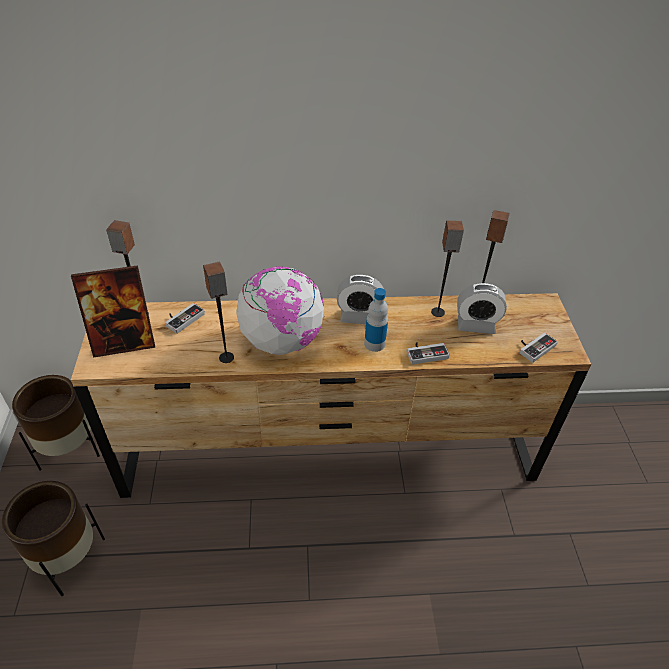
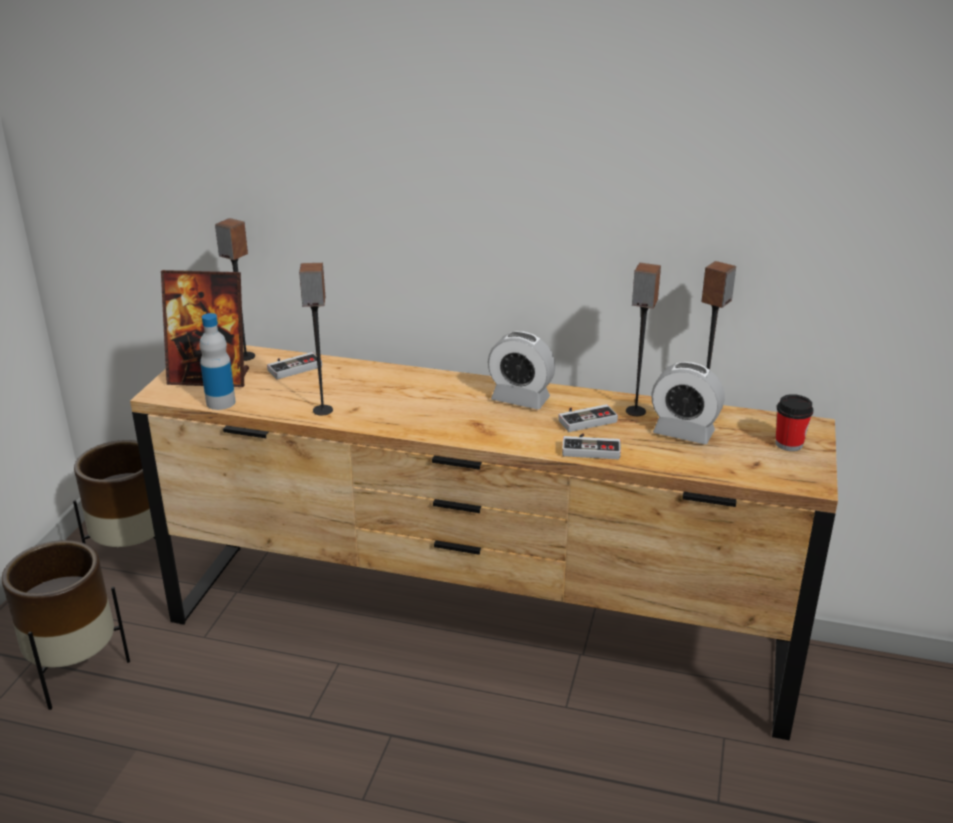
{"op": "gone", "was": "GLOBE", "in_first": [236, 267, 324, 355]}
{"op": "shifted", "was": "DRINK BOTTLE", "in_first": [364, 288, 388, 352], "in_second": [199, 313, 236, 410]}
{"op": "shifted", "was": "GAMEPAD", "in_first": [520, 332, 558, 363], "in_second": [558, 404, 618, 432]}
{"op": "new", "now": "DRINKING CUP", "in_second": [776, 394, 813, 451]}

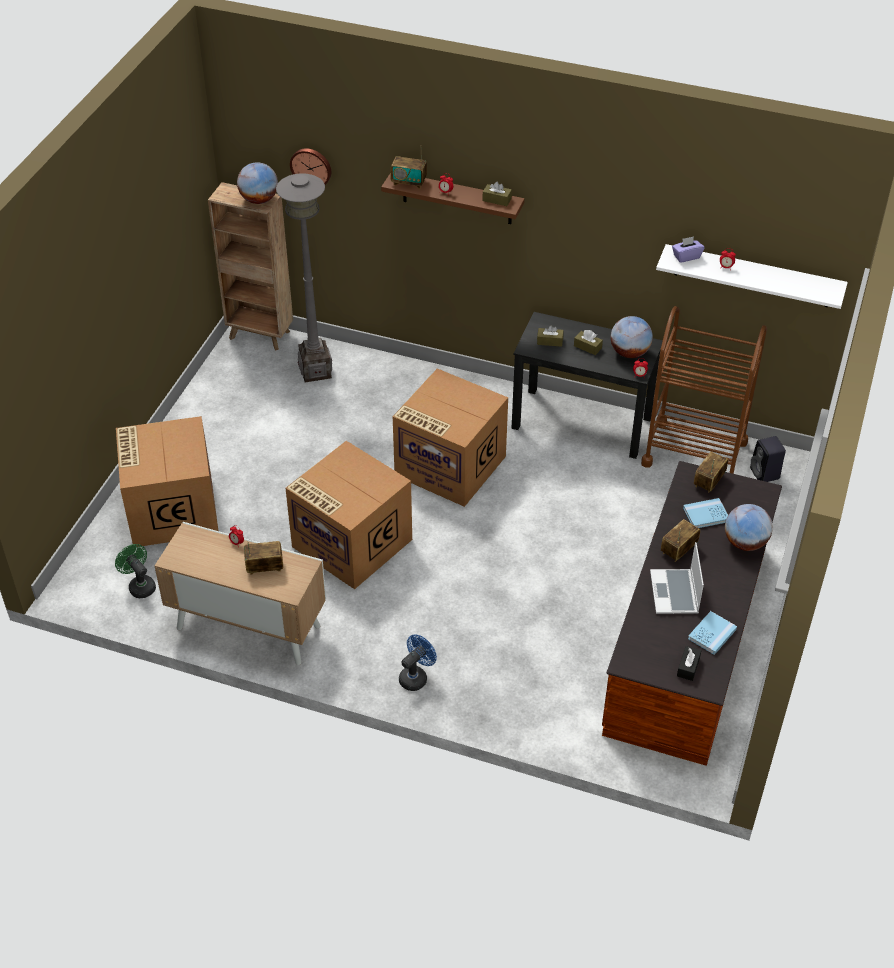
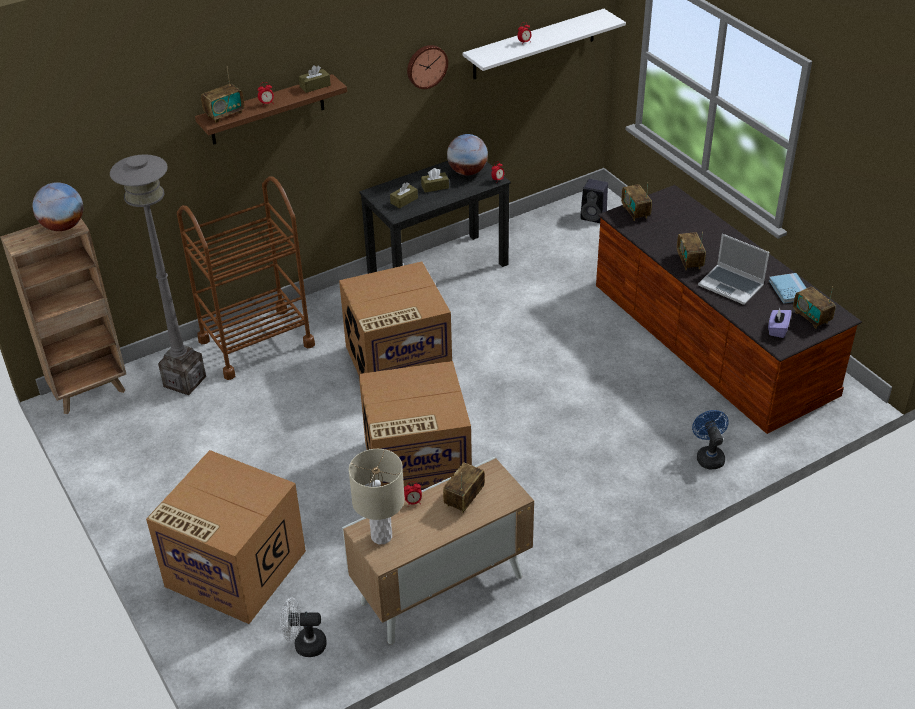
{"op": "shifted", "was": "WALL CLOCK", "in_first": [290, 148, 331, 185], "in_second": [407, 45, 448, 89]}
{"op": "shifted", "was": "PURPLISH TISSUE HOLDER", "in_first": [672, 236, 704, 263], "in_second": [768, 308, 791, 338]}
{"op": "shifted", "was": "BROWNISH CART", "in_first": [641, 306, 767, 474], "in_second": [177, 176, 315, 380]}
{"op": "gone", "was": "BLUE-COLOURED VOLUME", "in_first": [683, 498, 728, 528]}
{"op": "gone", "was": "GLOBE", "in_first": [725, 504, 773, 551]}
{"op": "repainted", "was": "GREEN-COLOURED ELECTRIC FAN", "now": "WHITE ELECTRIC FAN", "in_first": [115, 544, 156, 598], "in_second": [280, 598, 327, 657]}
{"op": "shifted", "was": "BLUE-COLOURED ELECTRIC FAN", "in_first": [399, 635, 437, 691], "in_second": [692, 410, 729, 469]}
{"op": "swapped", "was": "BLACKISH TISSUE HOLDER", "now": "RADIO", "in_first": [677, 646, 702, 681], "in_second": [793, 286, 836, 329]}
{"op": "new", "now": "SAND-COLOURED LAMP FOR A TABLE", "in_second": [349, 449, 405, 545]}

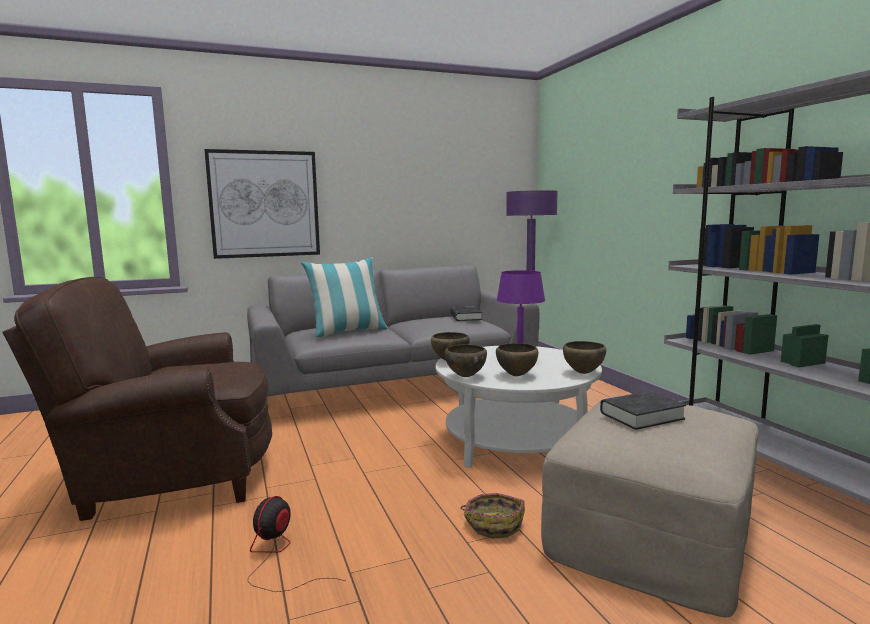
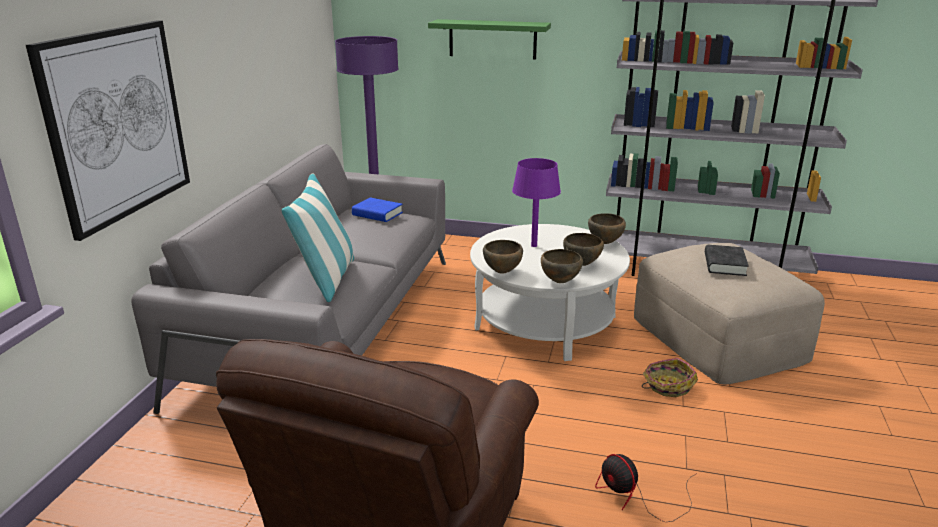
{"op": "repainted", "was": "BLACKISH VOLUME", "now": "BLUE-COLOURED VOLUME", "in_first": [450, 307, 482, 321], "in_second": [352, 197, 403, 222]}
{"op": "new", "now": "GREEN-COLOURED WALL SHELF", "in_second": [428, 19, 551, 60]}

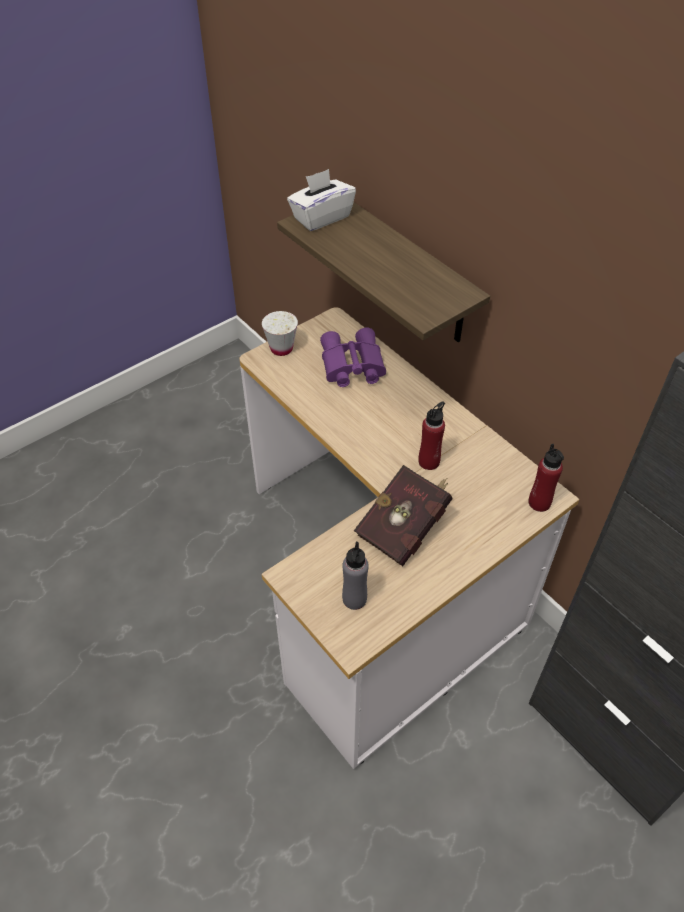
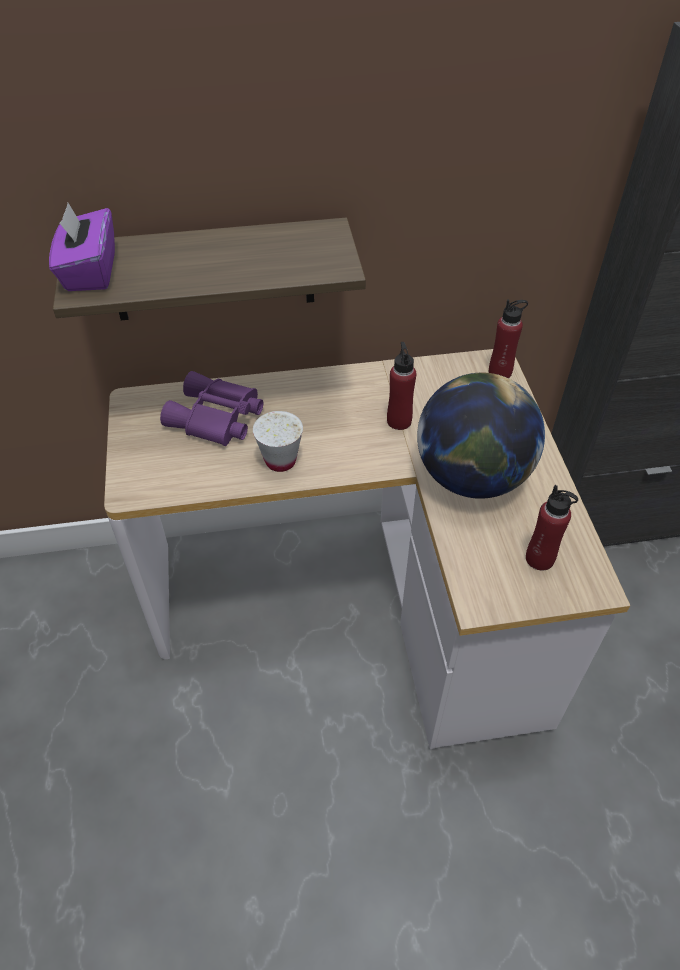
{"op": "repainted", "was": "WHITE TISSUE HOLDER", "now": "PURPLISH TISSUE HOLDER", "in_first": [287, 169, 356, 231], "in_second": [49, 203, 115, 291]}
{"op": "shifted", "was": "WHITE DRINKING CUP", "in_first": [262, 311, 298, 356], "in_second": [253, 411, 303, 472]}
{"op": "swapped", "was": "REDDISH VOLUME", "now": "GLOBE", "in_first": [354, 465, 452, 566], "in_second": [417, 373, 545, 499]}
{"op": "repainted", "was": "GRAY DRINK BOTTLE", "now": "REDDISH DRINK BOTTLE", "in_first": [342, 542, 369, 610], "in_second": [526, 485, 578, 571]}

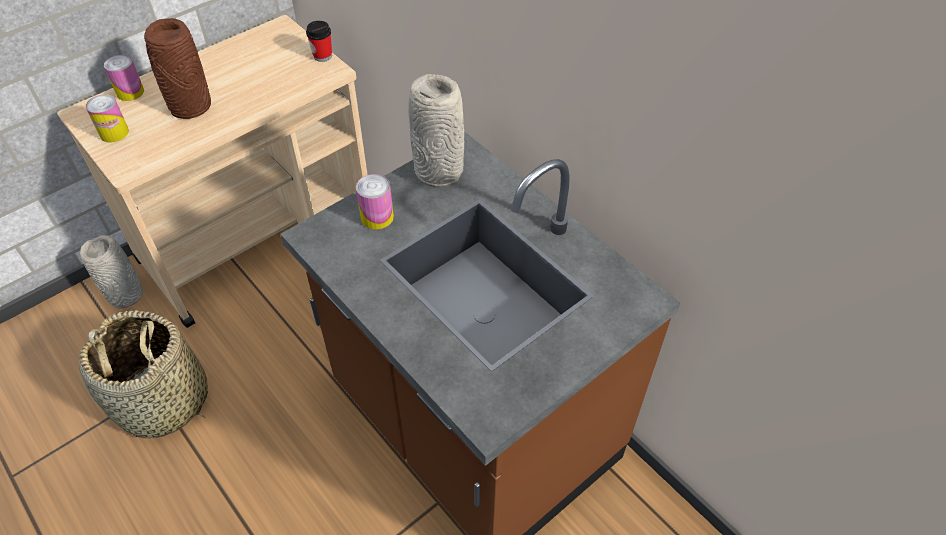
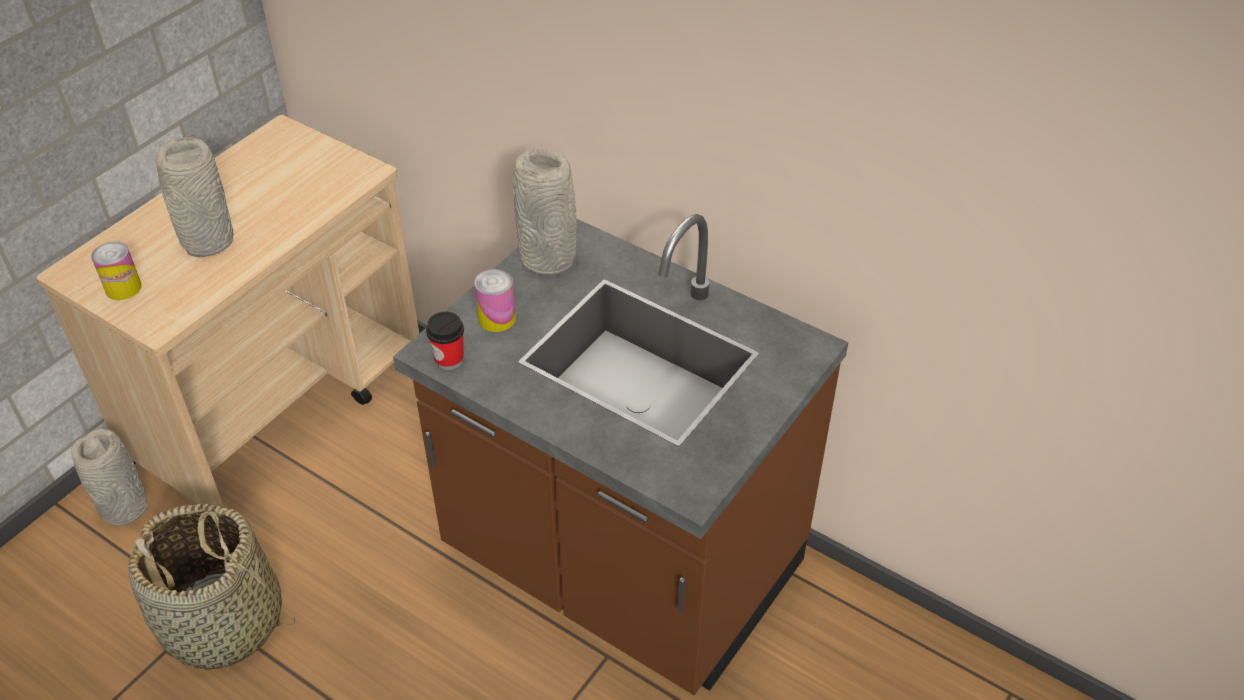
{"op": "repainted", "was": "BROWNISH DECORATIVE VASE", "now": "GRAY DECORATIVE VASE", "in_first": [144, 18, 211, 119], "in_second": [155, 137, 233, 257]}
{"op": "shifted", "was": "DRINKING CUP", "in_first": [306, 21, 332, 62], "in_second": [426, 312, 464, 370]}
{"op": "gone", "was": "METAL CAN", "in_first": [104, 55, 144, 101]}

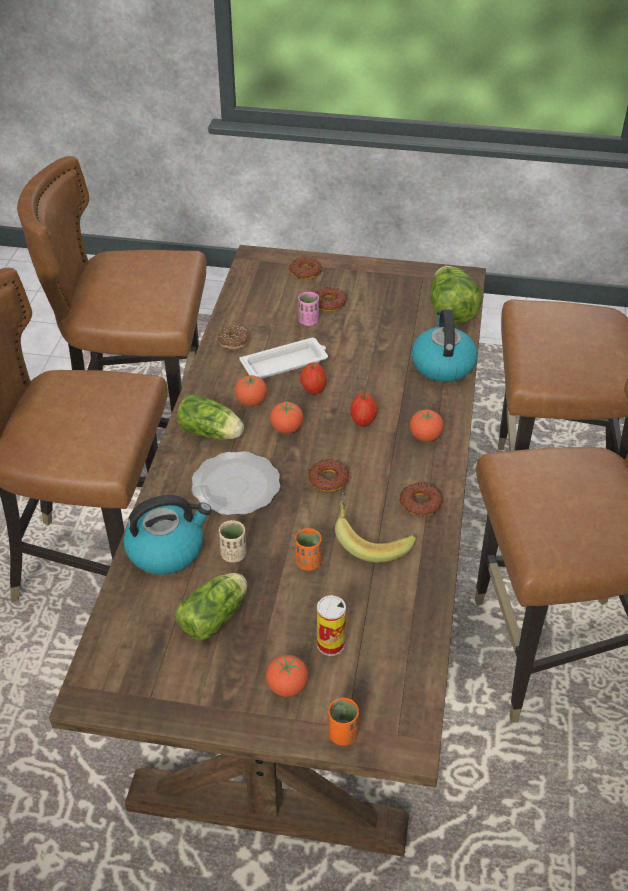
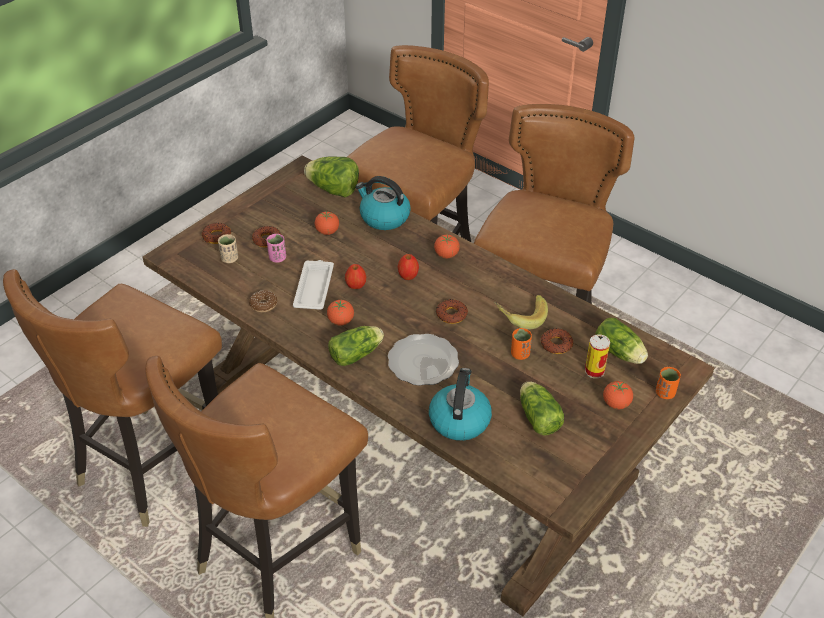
{"op": "shifted", "was": "FRESH TOMATO", "in_first": [270, 401, 303, 434], "in_second": [315, 212, 339, 235]}
{"op": "shifted", "was": "DOUGHNUT", "in_first": [399, 482, 443, 516], "in_second": [541, 328, 573, 354]}
{"op": "shifted", "was": "SAND-COLOURED DRINKING CUP", "in_first": [219, 520, 246, 563], "in_second": [218, 234, 238, 263]}
{"op": "new", "now": "LETTUCE", "in_second": [595, 318, 648, 364]}

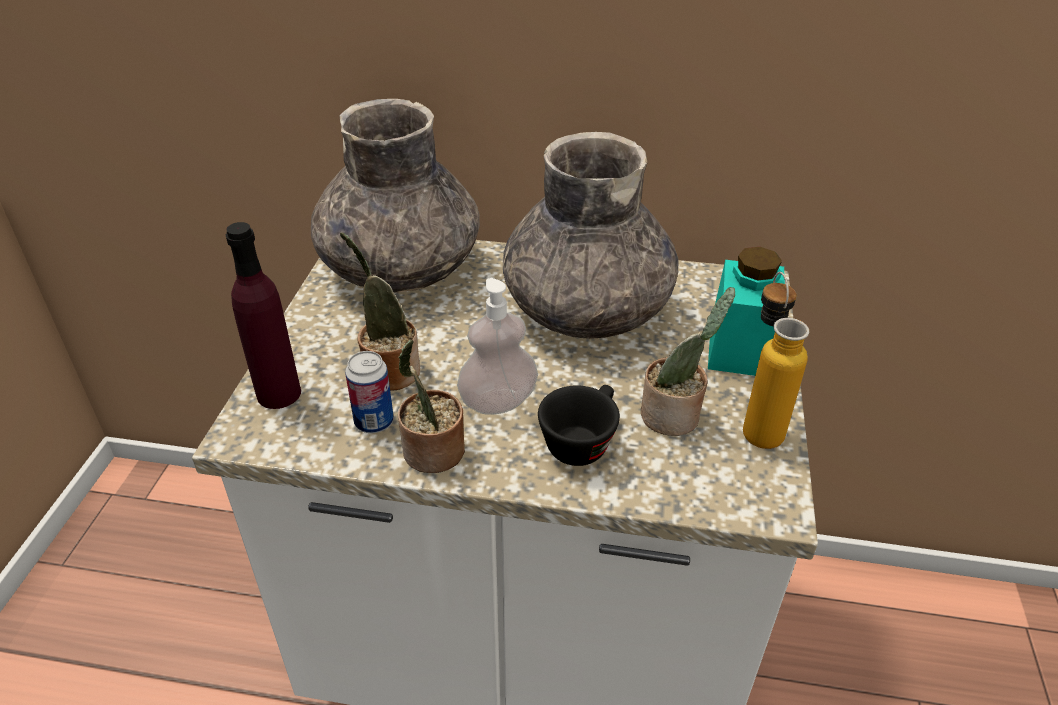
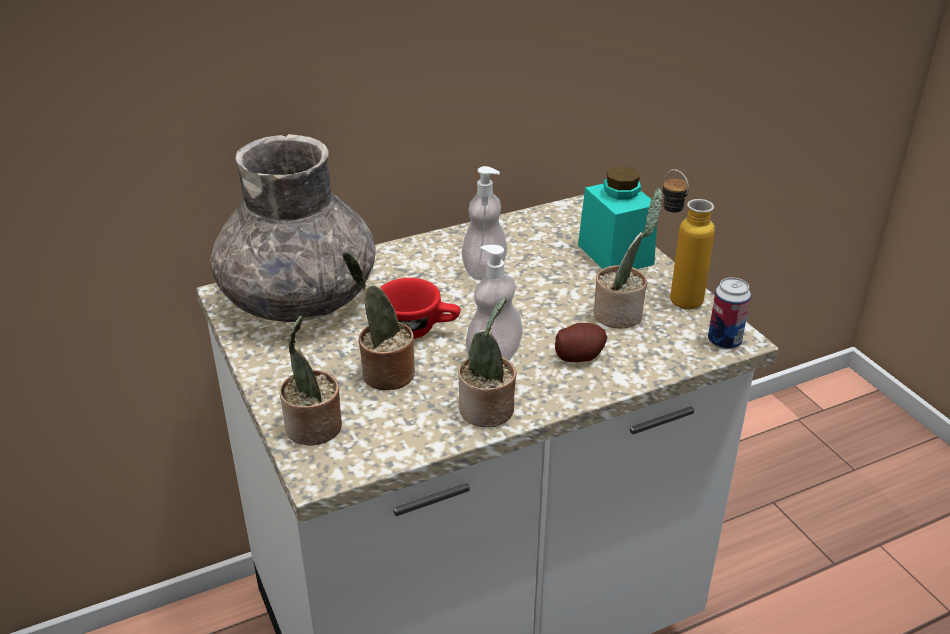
{"op": "swapped", "was": "GRAY DECORATIVE VASE", "now": "LIQUID SOAP BOTTLE", "in_first": [503, 132, 679, 339], "in_second": [462, 166, 507, 280]}
{"op": "swapped", "was": "PURPLISH DRINK BOTTLE", "now": "PLANT IN A POT", "in_first": [226, 222, 301, 409], "in_second": [280, 316, 342, 446]}
{"op": "shifted", "was": "METAL CAN", "in_first": [345, 351, 394, 433], "in_second": [708, 277, 751, 350]}
{"op": "swapped", "was": "BLACKISH DRINKING CUP", "now": "SPUD", "in_first": [538, 385, 620, 466], "in_second": [555, 323, 607, 362]}
{"op": "new", "now": "REDDISH DRINKING CUP", "in_second": [380, 278, 461, 339]}

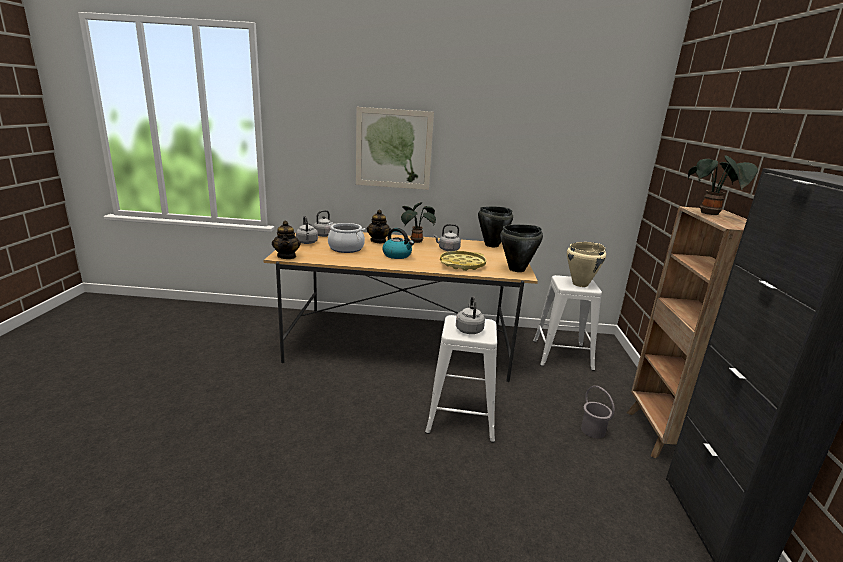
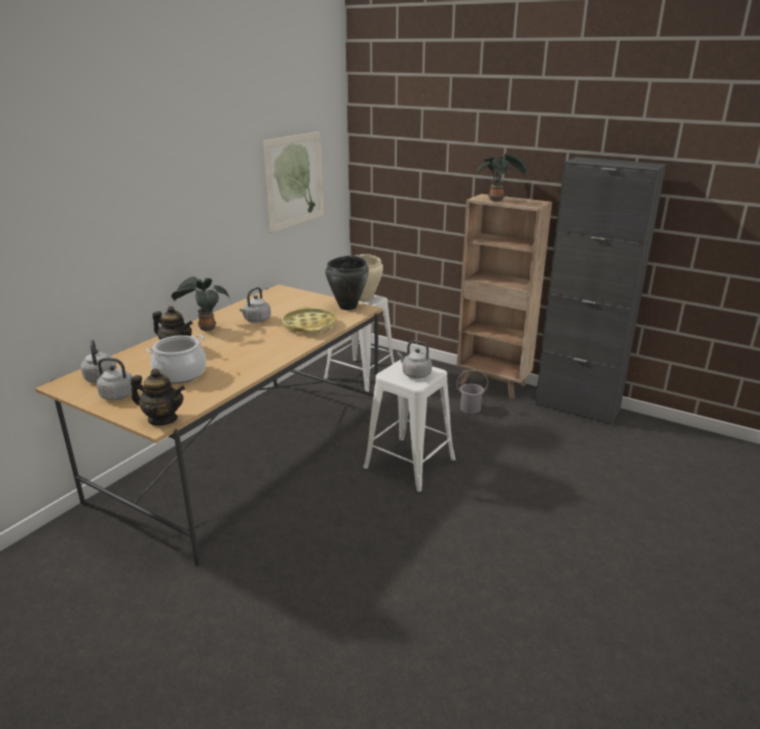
{"op": "shifted", "was": "WALL PICTURE", "in_first": [356, 107, 434, 190], "in_second": [263, 131, 324, 233]}
{"op": "gone", "was": "BLACKISH COOKING POT", "in_first": [478, 207, 513, 247]}
{"op": "gone", "was": "TEA KETTLE", "in_first": [383, 228, 414, 259]}

